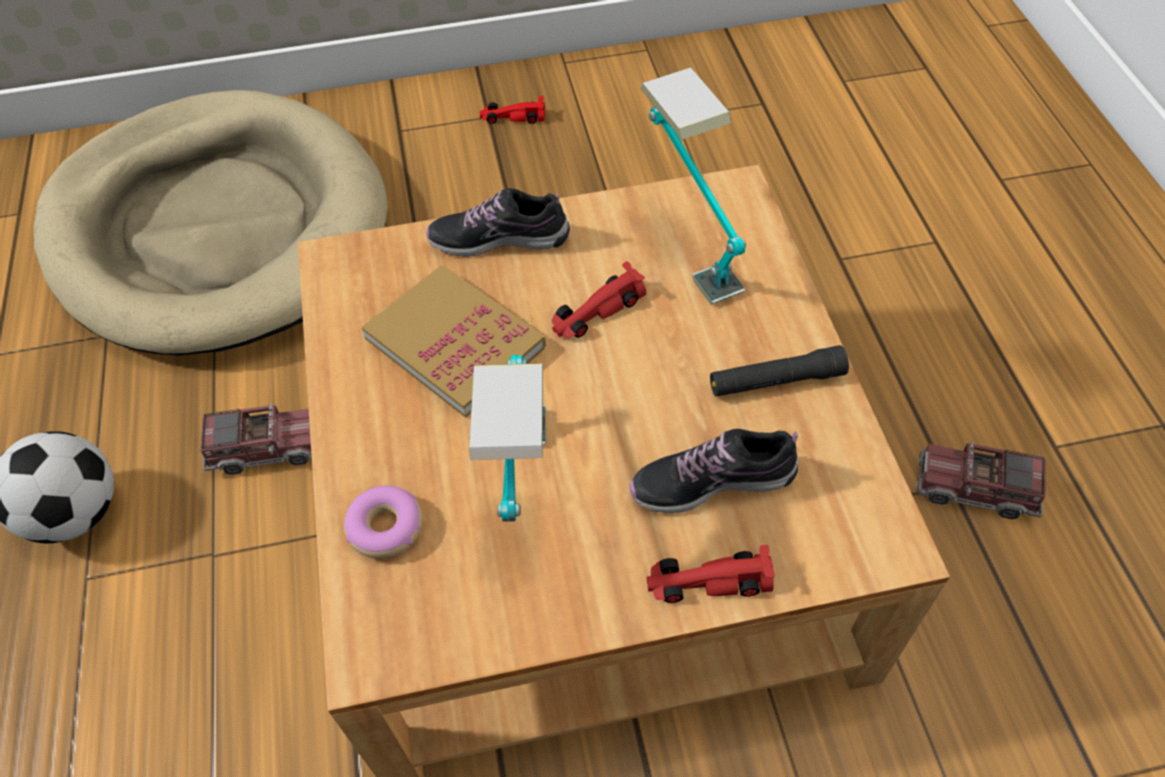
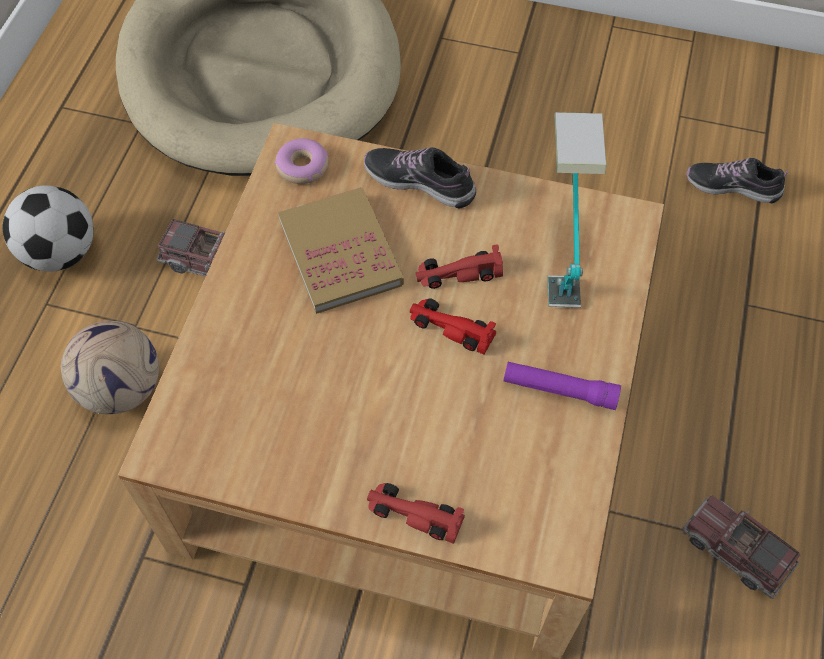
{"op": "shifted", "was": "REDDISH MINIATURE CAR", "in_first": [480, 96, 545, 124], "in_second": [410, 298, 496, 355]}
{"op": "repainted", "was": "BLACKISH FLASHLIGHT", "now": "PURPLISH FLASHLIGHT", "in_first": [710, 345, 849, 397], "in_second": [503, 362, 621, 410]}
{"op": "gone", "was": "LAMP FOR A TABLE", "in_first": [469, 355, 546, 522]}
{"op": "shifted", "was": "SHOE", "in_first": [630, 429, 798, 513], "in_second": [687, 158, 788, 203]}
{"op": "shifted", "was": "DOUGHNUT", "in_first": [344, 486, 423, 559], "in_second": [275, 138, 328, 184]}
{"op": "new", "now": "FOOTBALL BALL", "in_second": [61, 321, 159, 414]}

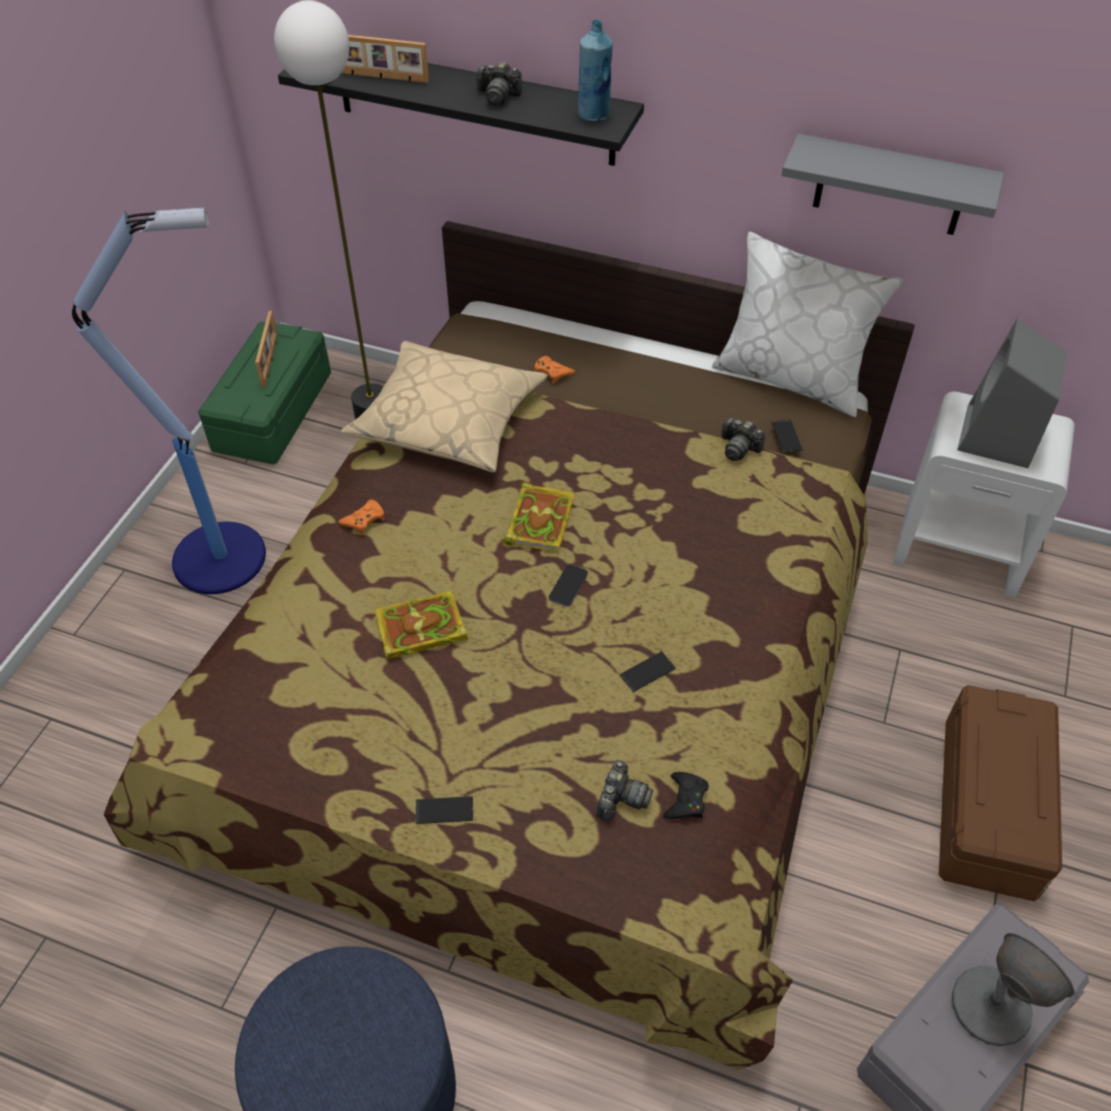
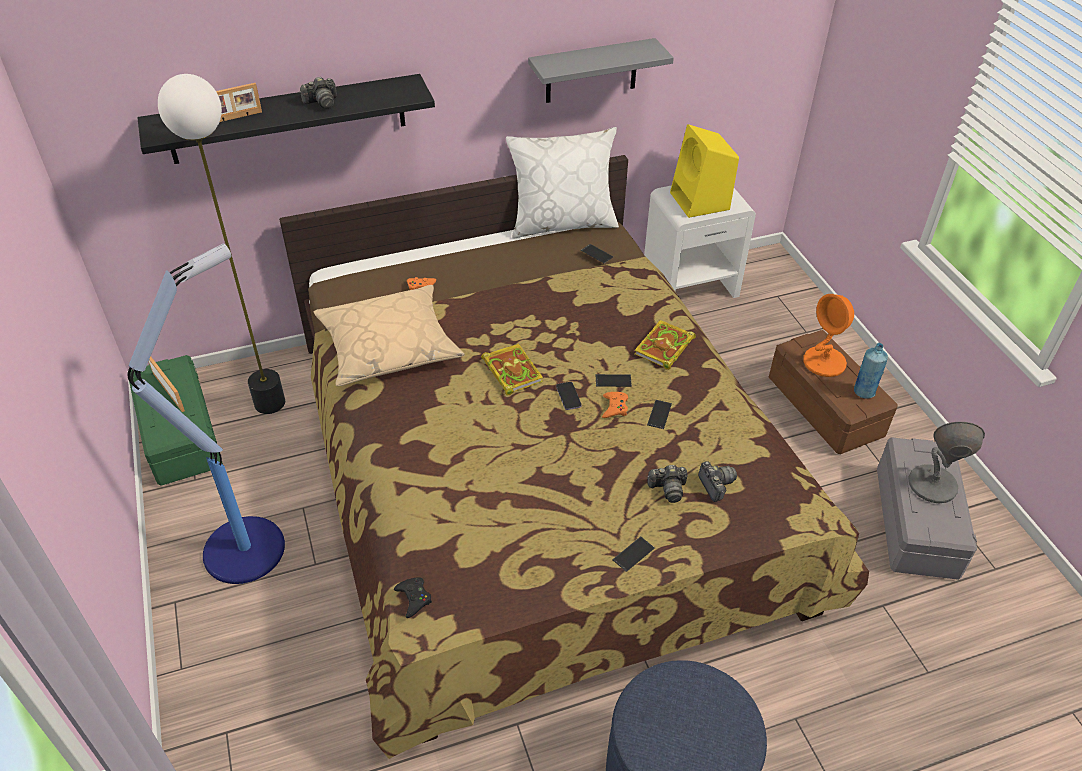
{"op": "shifted", "was": "BLUE-COLOURED DRINK BOTTLE", "in_first": [578, 20, 613, 122], "in_second": [854, 343, 888, 399]}
{"op": "repainted", "was": "GRAY LOUDSPEAKER", "now": "YELLOWISH LOUDSPEAKER", "in_first": [957, 319, 1067, 468], "in_second": [670, 124, 739, 218]}
{"op": "shifted", "was": "PHOTO CAMERA", "in_first": [721, 418, 765, 461], "in_second": [647, 465, 687, 503]}
{"op": "shifted", "was": "ORANGEY GAMEPAD", "in_first": [338, 499, 385, 535], "in_second": [602, 392, 628, 418]}
{"op": "shifted", "was": "VOLUME", "in_first": [374, 591, 468, 660], "in_second": [635, 320, 696, 370]}
{"op": "shifted", "was": "BLACKISH GAMEPAD", "in_first": [663, 772, 709, 819], "in_second": [394, 577, 432, 618]}
{"op": "new", "now": "ORANGEY LAMP FOR A TABLE", "in_second": [803, 294, 854, 377]}
{"op": "new", "now": "PHONE", "in_second": [596, 374, 632, 387]}

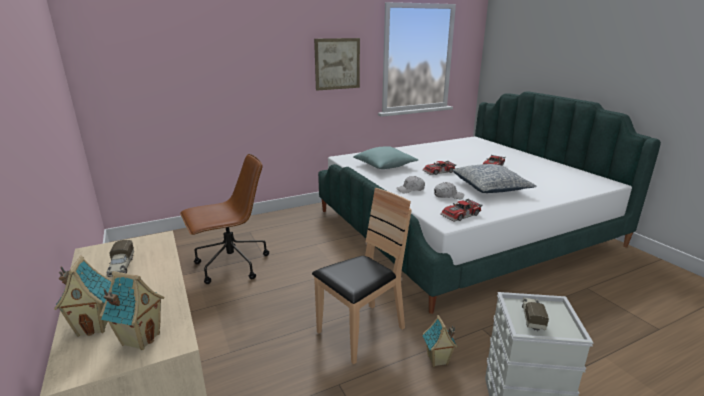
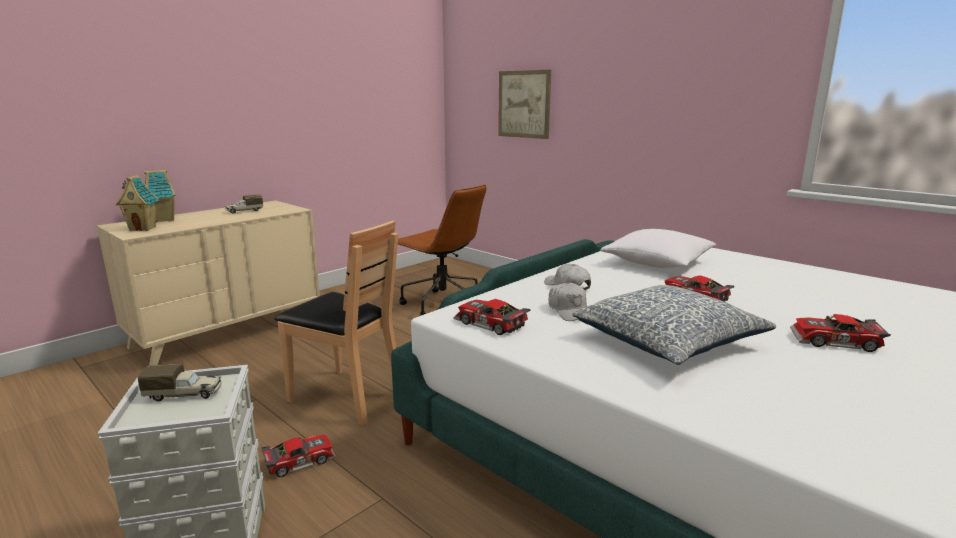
{"op": "shifted", "was": "WALL PICTURE", "in_first": [314, 38, 360, 91], "in_second": [498, 70, 551, 139]}
{"op": "repainted", "was": "TURQUOISE-COLOURED PILLOW", "now": "WHITE PILLOW", "in_first": [353, 146, 418, 169], "in_second": [600, 229, 717, 268]}
{"op": "swapped", "was": "TOY HOUSE", "now": "MINIATURE CAR", "in_first": [423, 315, 458, 367], "in_second": [261, 435, 337, 477]}

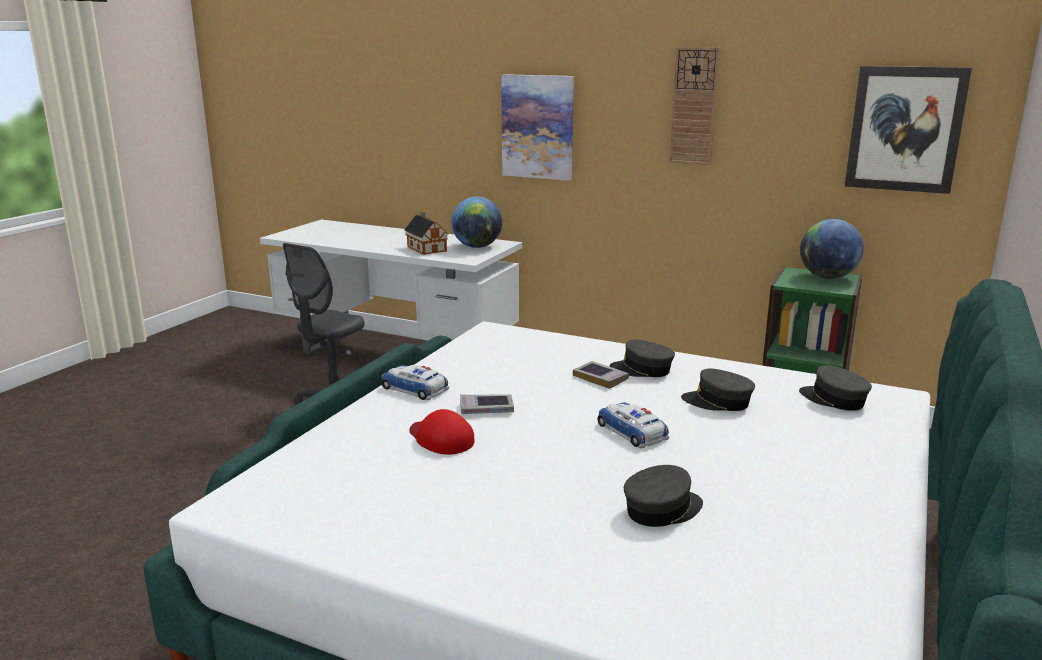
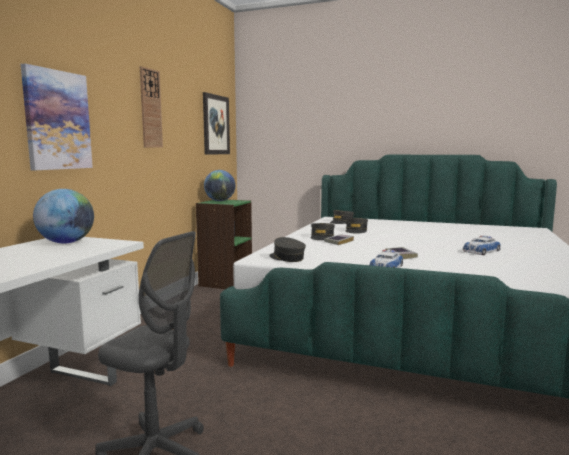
{"op": "gone", "was": "TOY HOUSE", "in_first": [404, 212, 449, 255]}
{"op": "shifted", "was": "MINIATURE CAR", "in_first": [597, 402, 669, 448], "in_second": [463, 236, 501, 255]}
{"op": "gone", "was": "REDDISH CAP", "in_first": [409, 409, 474, 455]}
{"op": "shifted", "was": "GRAY CAP", "in_first": [624, 465, 703, 527], "in_second": [269, 237, 306, 262]}

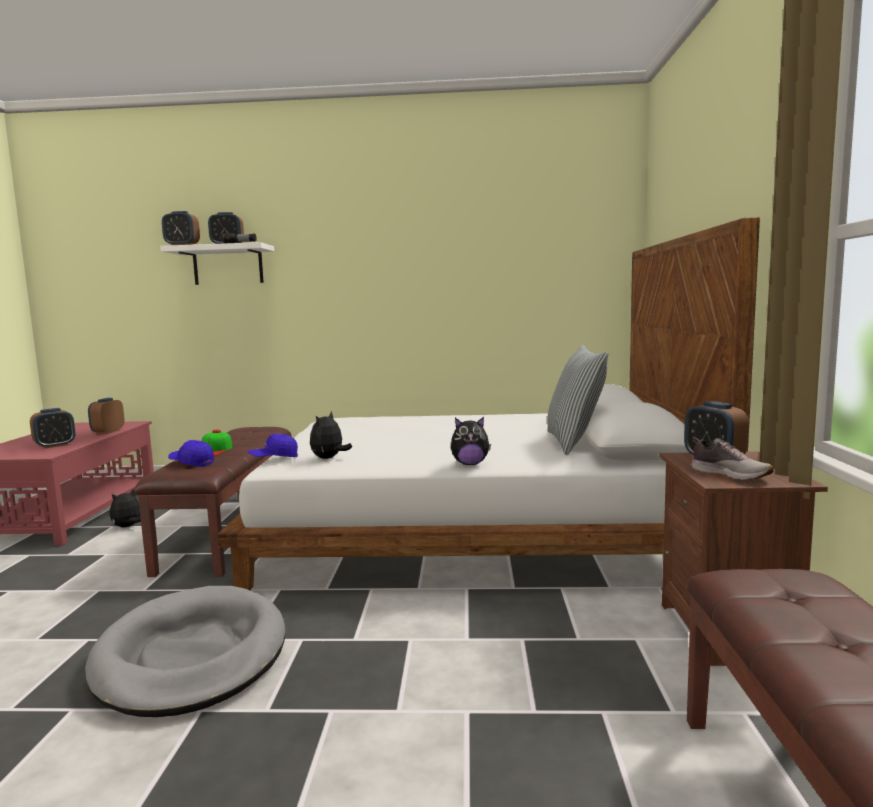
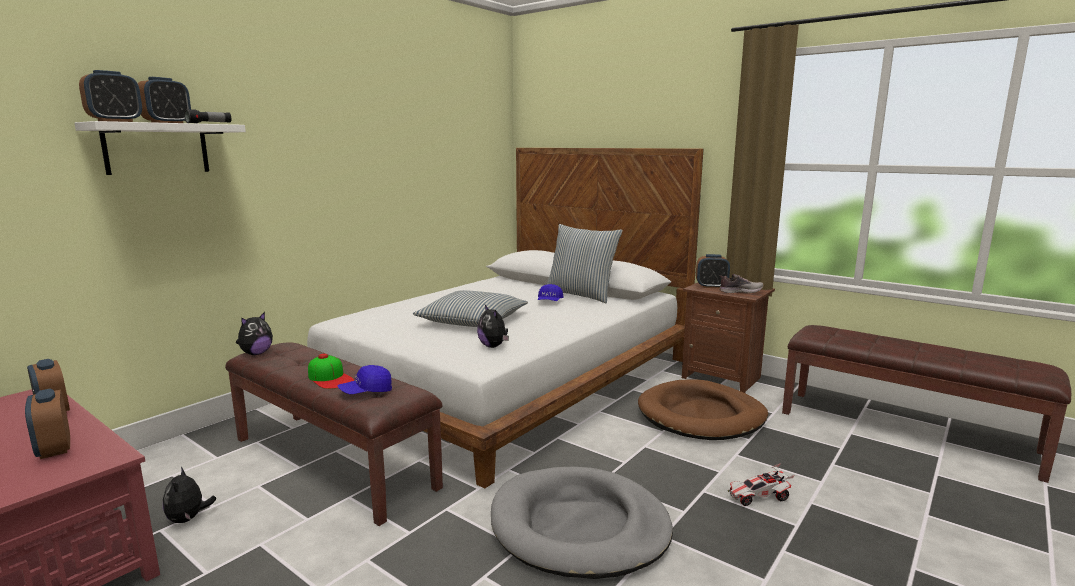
{"op": "rotated", "was": "TABLE CLOCK", "in_first": [30, 408, 76, 449], "in_second": [25, 389, 70, 459], "clockwise": 150}
{"op": "shifted", "was": "SOFT TOY", "in_first": [451, 417, 491, 465], "in_second": [236, 312, 273, 355]}
{"op": "shifted", "was": "BLUE-COLOURED CAP", "in_first": [247, 434, 298, 457], "in_second": [538, 284, 564, 301]}
{"op": "new", "now": "PILLOW", "in_second": [413, 290, 528, 327]}
{"op": "new", "now": "BROWNISH DOG CUSHION", "in_second": [638, 379, 768, 440]}
{"op": "new", "now": "MINIATURE CAR", "in_second": [728, 464, 794, 506]}

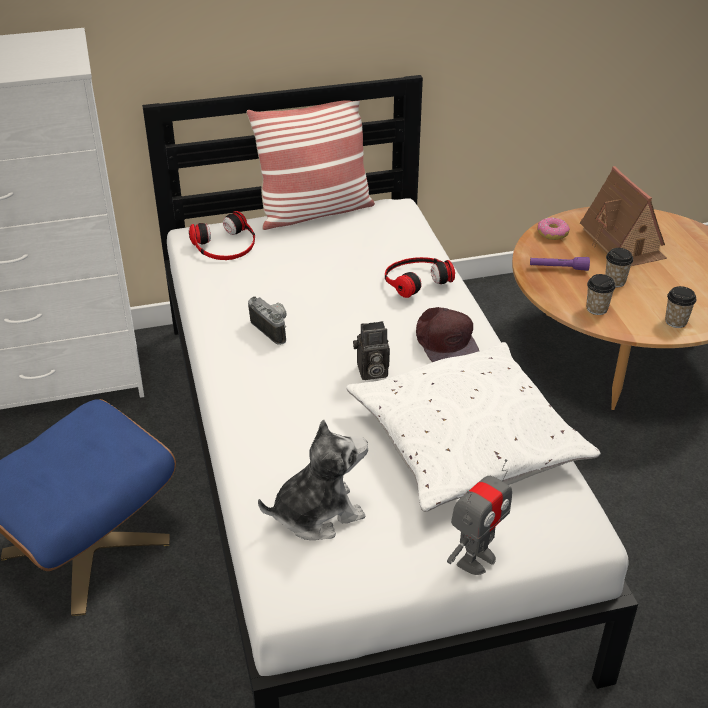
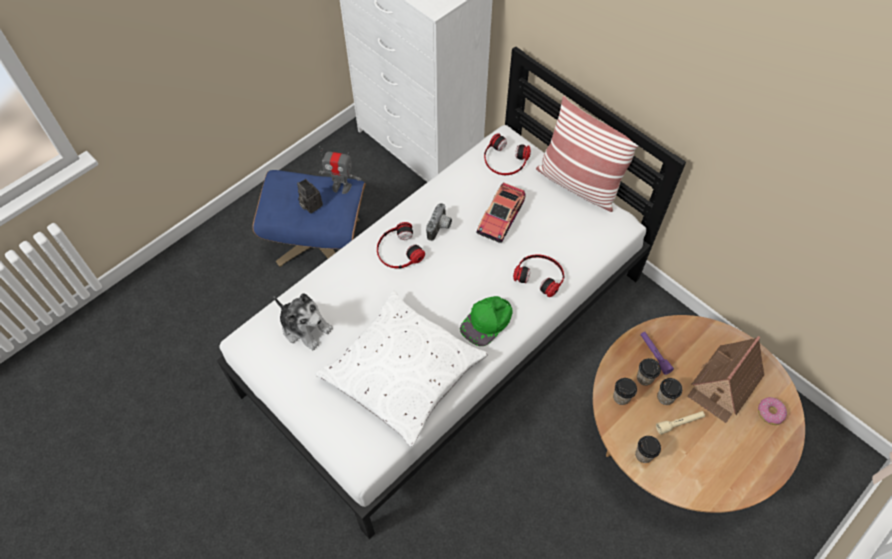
{"op": "shifted", "was": "DOUGHNUT", "in_first": [537, 217, 570, 240], "in_second": [758, 397, 787, 425]}
{"op": "repainted", "was": "BROWNISH CAP", "now": "GREEN-COLOURED CAP", "in_first": [416, 307, 479, 362], "in_second": [460, 296, 512, 346]}
{"op": "shifted", "was": "PHOTO CAMERA", "in_first": [353, 321, 390, 380], "in_second": [297, 179, 323, 213]}
{"op": "shifted", "was": "TOY ROBOT", "in_first": [447, 459, 512, 575], "in_second": [319, 146, 361, 194]}
{"op": "new", "now": "MINIATURE CAR", "in_second": [477, 183, 526, 243]}
{"op": "new", "now": "HEADPHONES", "in_second": [377, 222, 425, 269]}
{"op": "new", "now": "DRINKING CUP", "in_second": [637, 358, 661, 385]}
{"op": "new", "now": "SAND-COLOURED FLASHLIGHT", "in_second": [656, 411, 705, 435]}

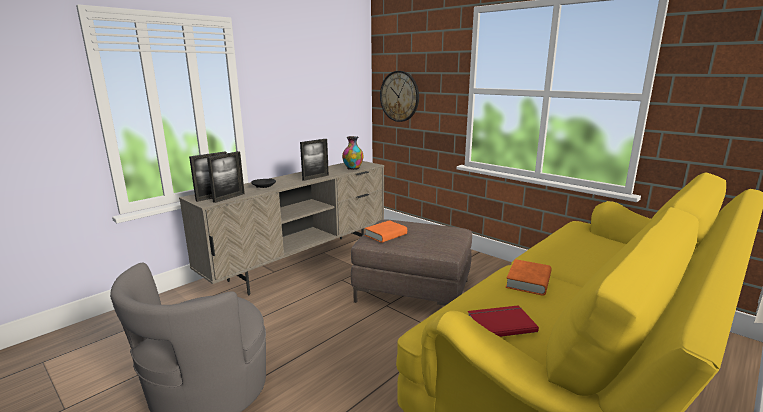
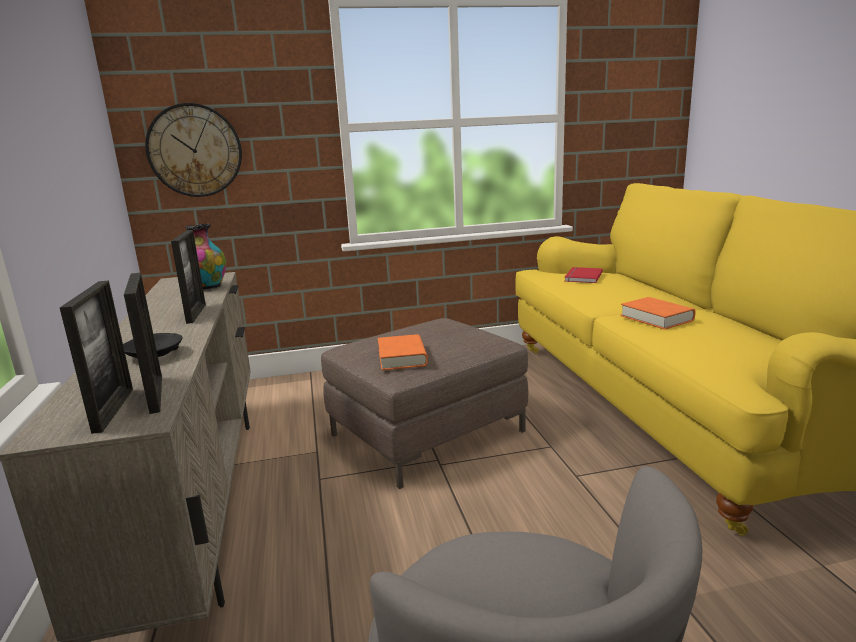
{"op": "shifted", "was": "REDDISH VOLUME", "in_first": [468, 305, 539, 337], "in_second": [564, 267, 603, 283]}

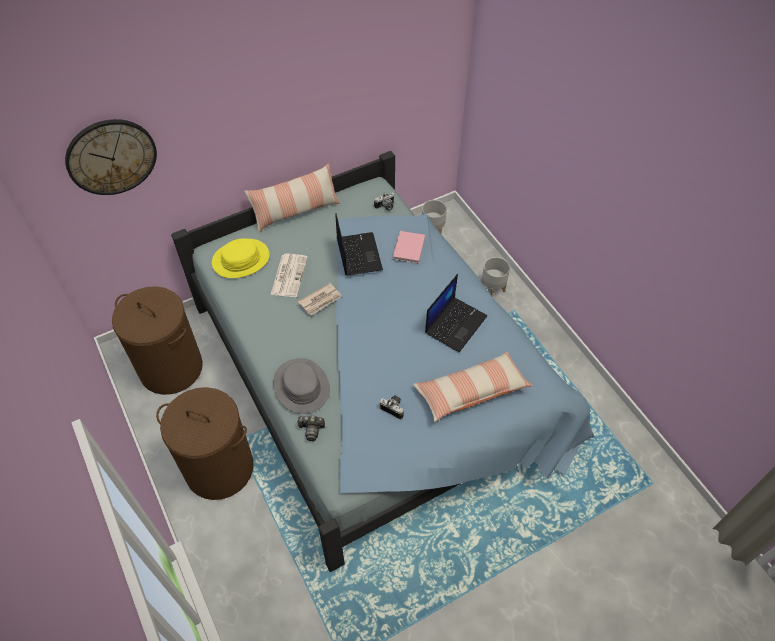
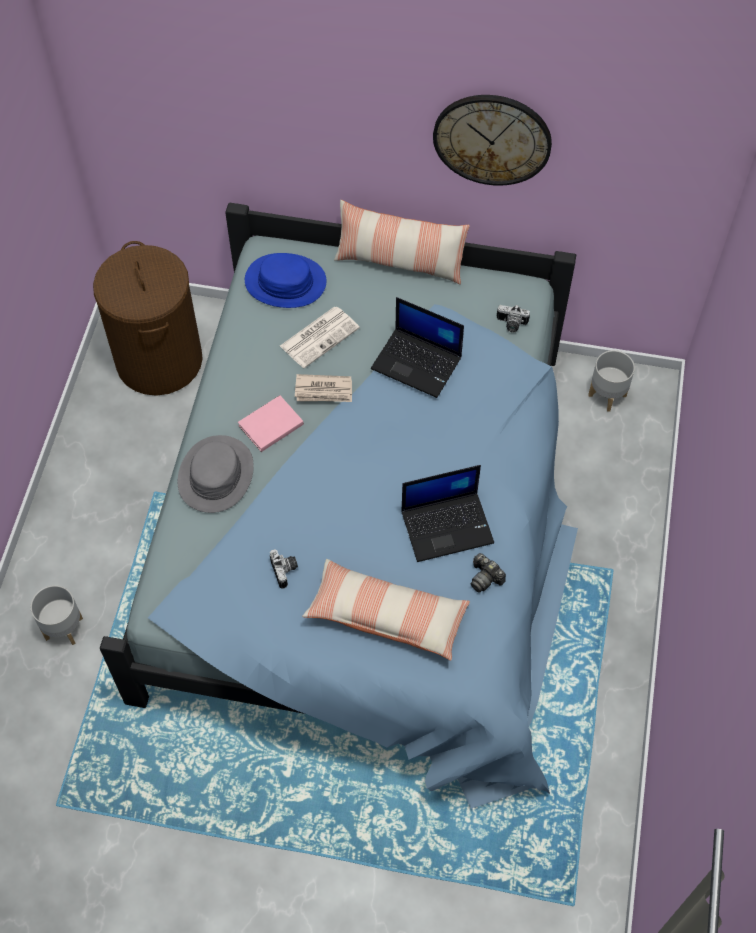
{"op": "shifted", "was": "WALL CLOCK", "in_first": [65, 119, 157, 195], "in_second": [433, 95, 552, 186]}
{"op": "rotated", "was": "LAPTOP", "in_first": [335, 213, 383, 276], "in_second": [371, 297, 464, 398], "clockwise": 90}
{"op": "shifted", "was": "PINKISH VOLUME", "in_first": [393, 231, 425, 263], "in_second": [238, 395, 304, 452]}
{"op": "repainted", "was": "YELLOWISH WEARABLE HAT", "now": "BLUE-COLOURED WEARABLE HAT", "in_first": [212, 238, 269, 278], "in_second": [245, 253, 327, 308]}
{"op": "shifted", "was": "GRAY FLOWER POT", "in_first": [481, 257, 510, 296], "in_second": [31, 585, 83, 645]}
{"op": "gone", "was": "BROWNISH LAUNDRY BASKET", "in_first": [156, 387, 254, 500]}
{"op": "shifted", "was": "PHOTO CAMERA", "in_first": [297, 416, 325, 441], "in_second": [471, 553, 506, 592]}

